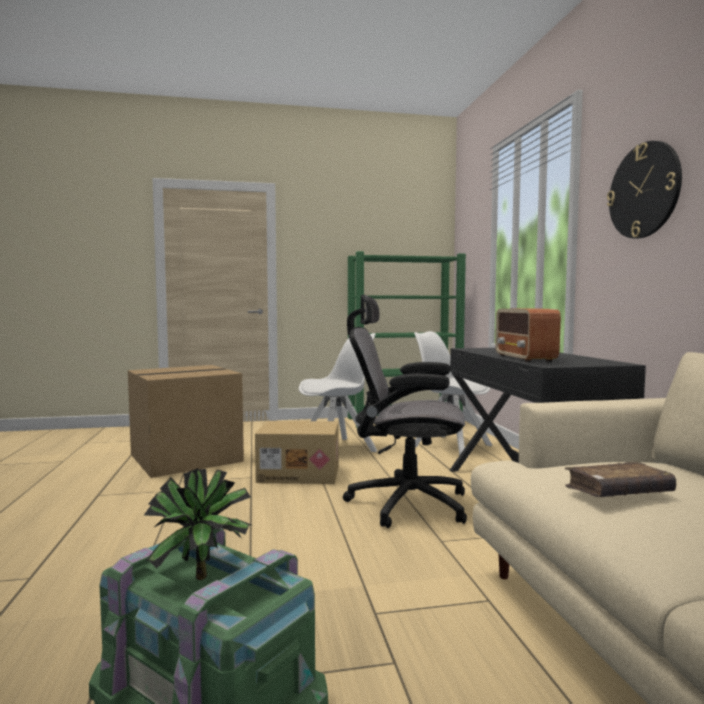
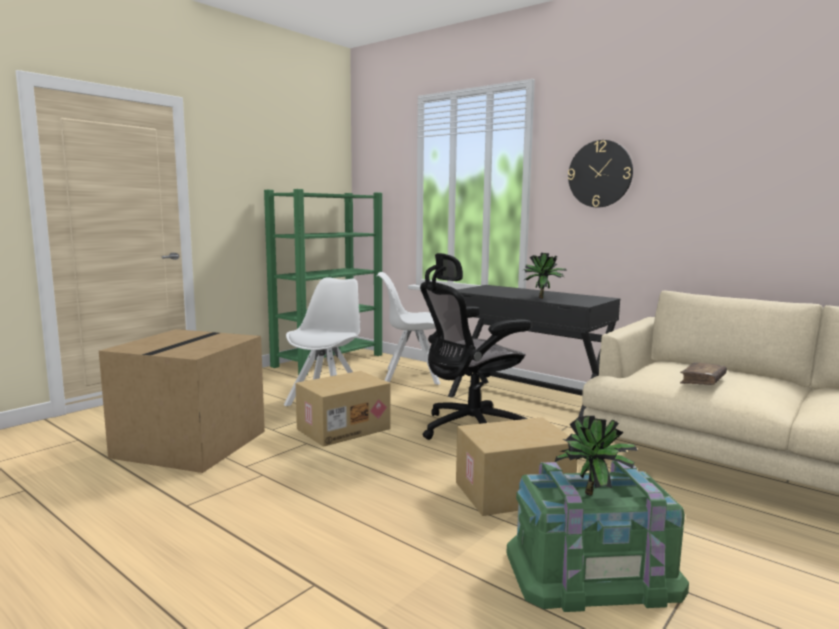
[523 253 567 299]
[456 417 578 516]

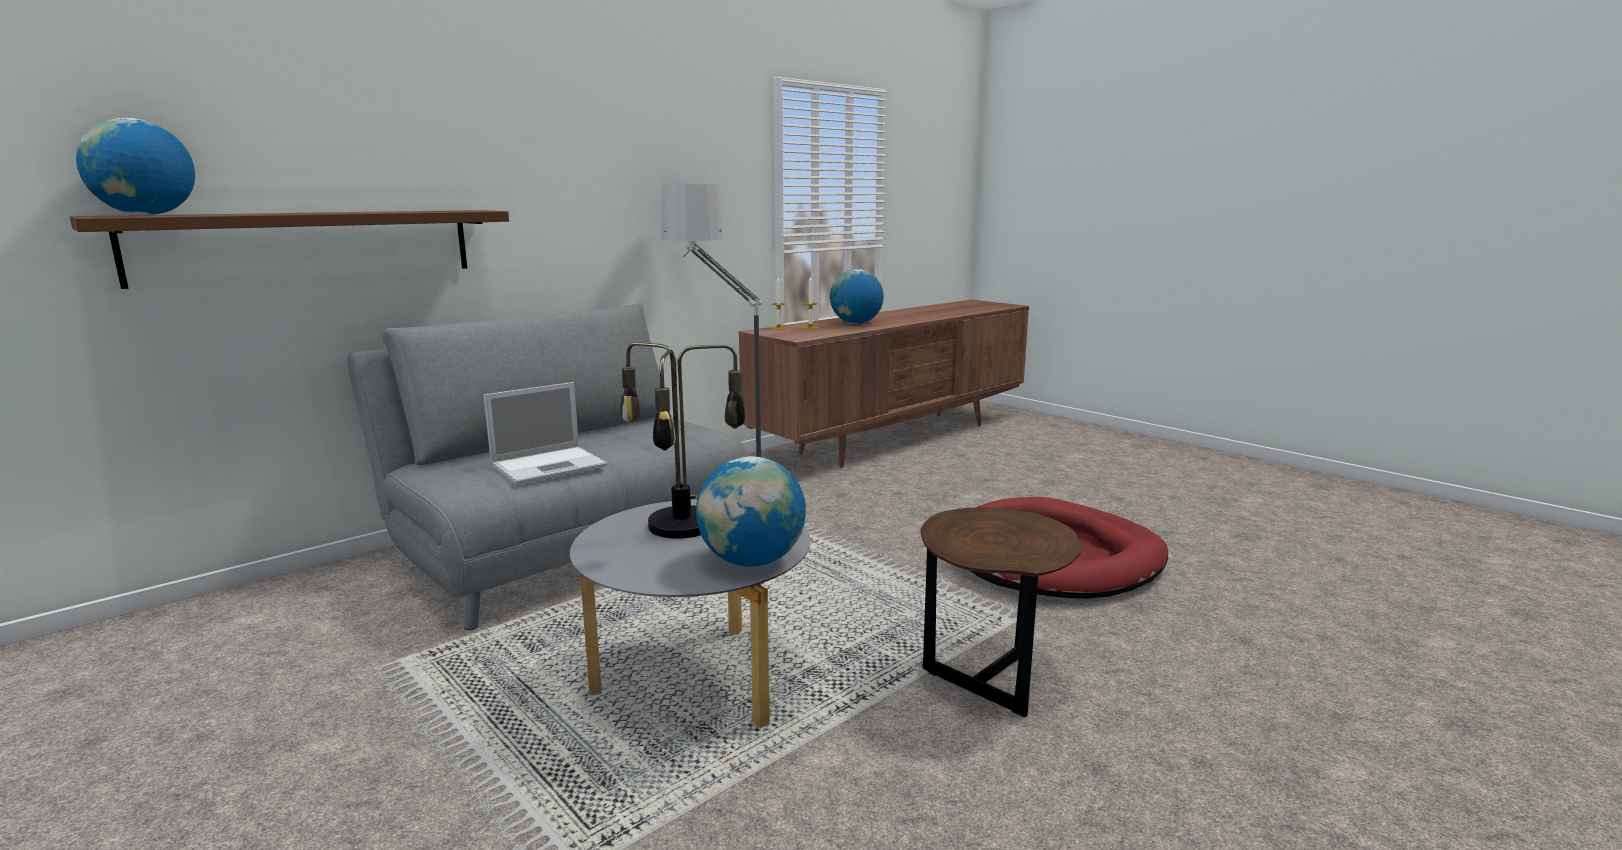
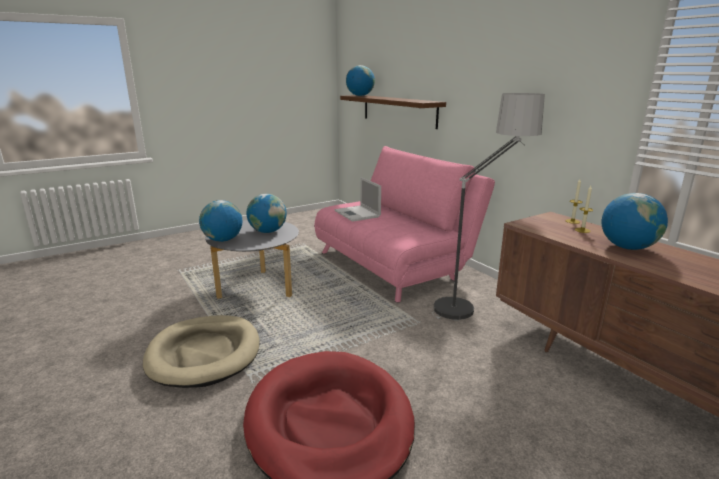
[314 146 495 303]
[247 194 287 233]
[143 315 260 388]

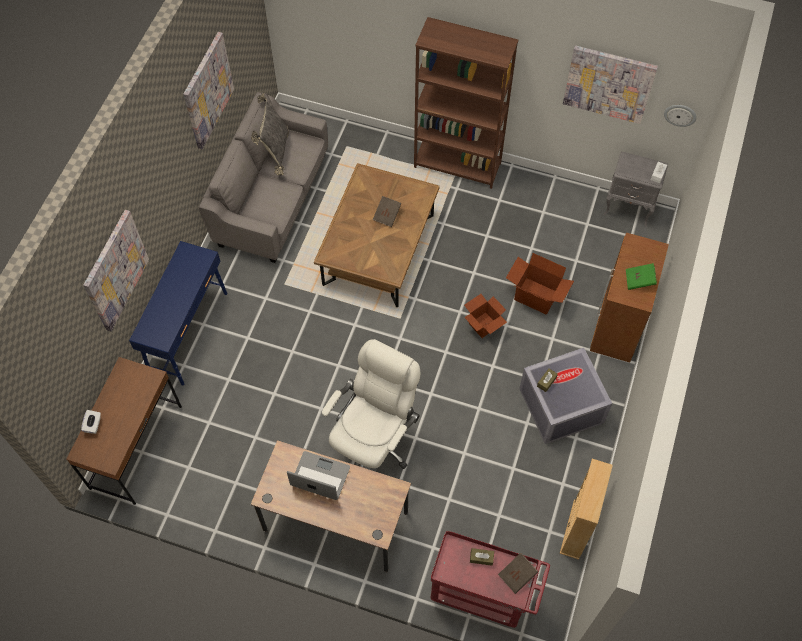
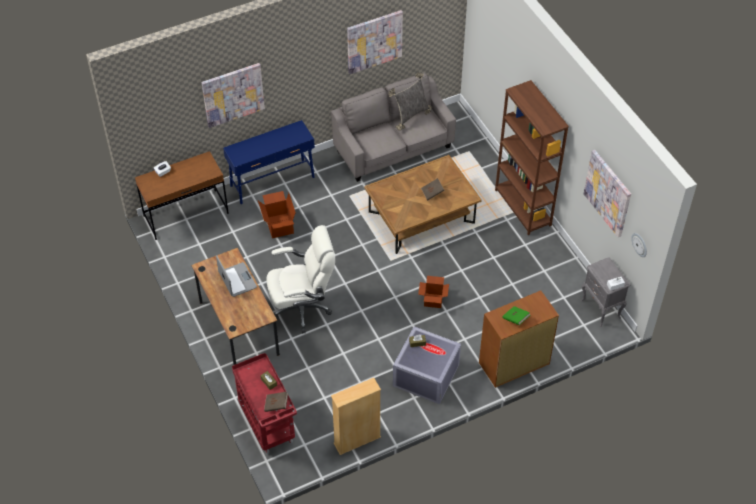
[258 191 296 238]

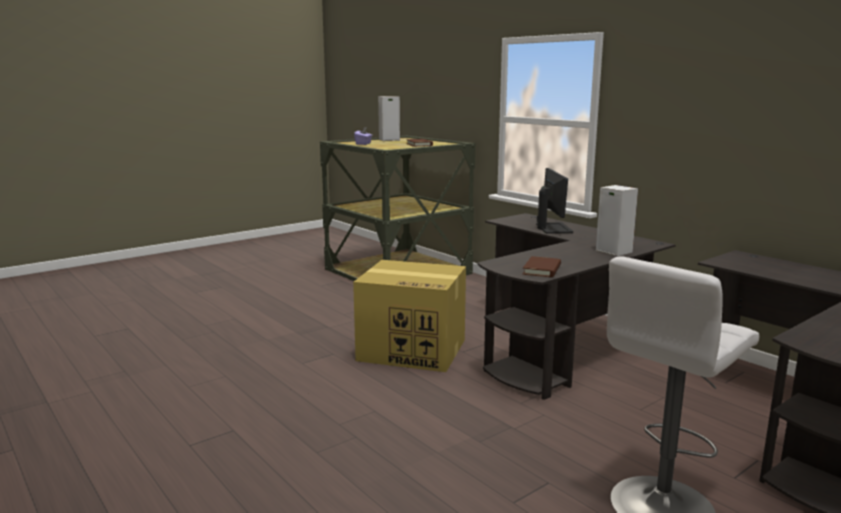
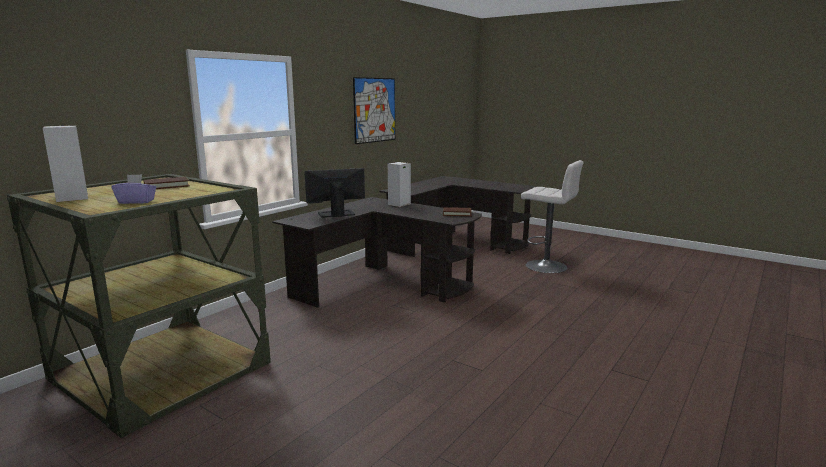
[353 260 466 372] (first image)
[353 77 395 144]

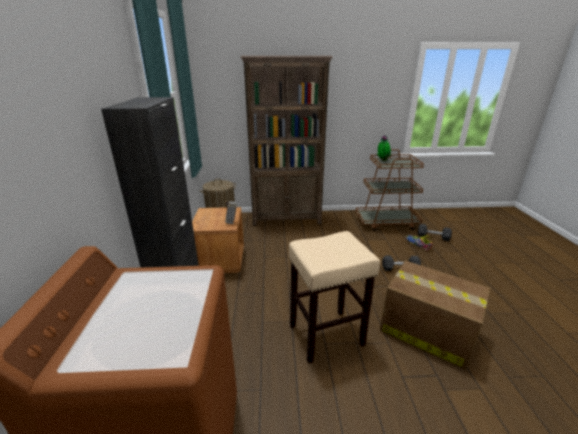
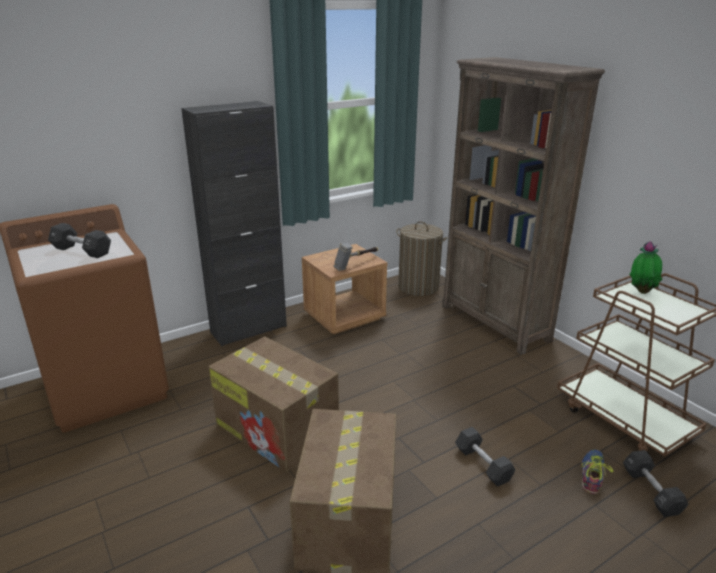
[209 337 339 473]
[48 223 111 258]

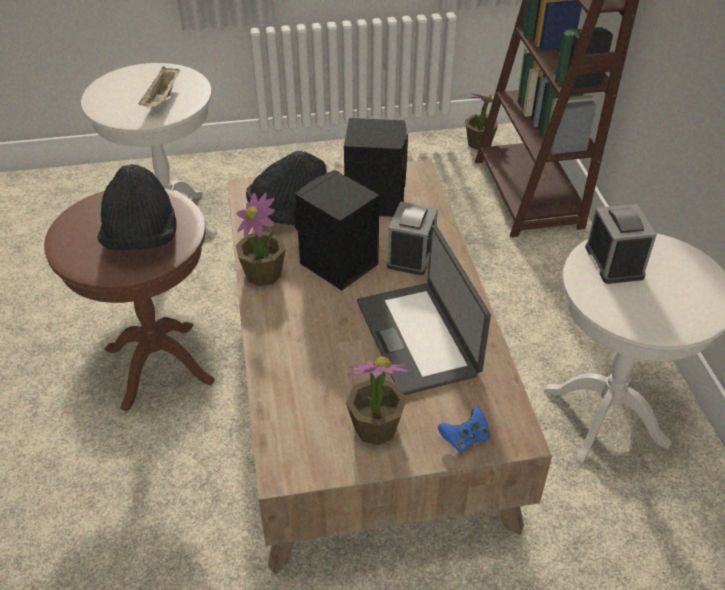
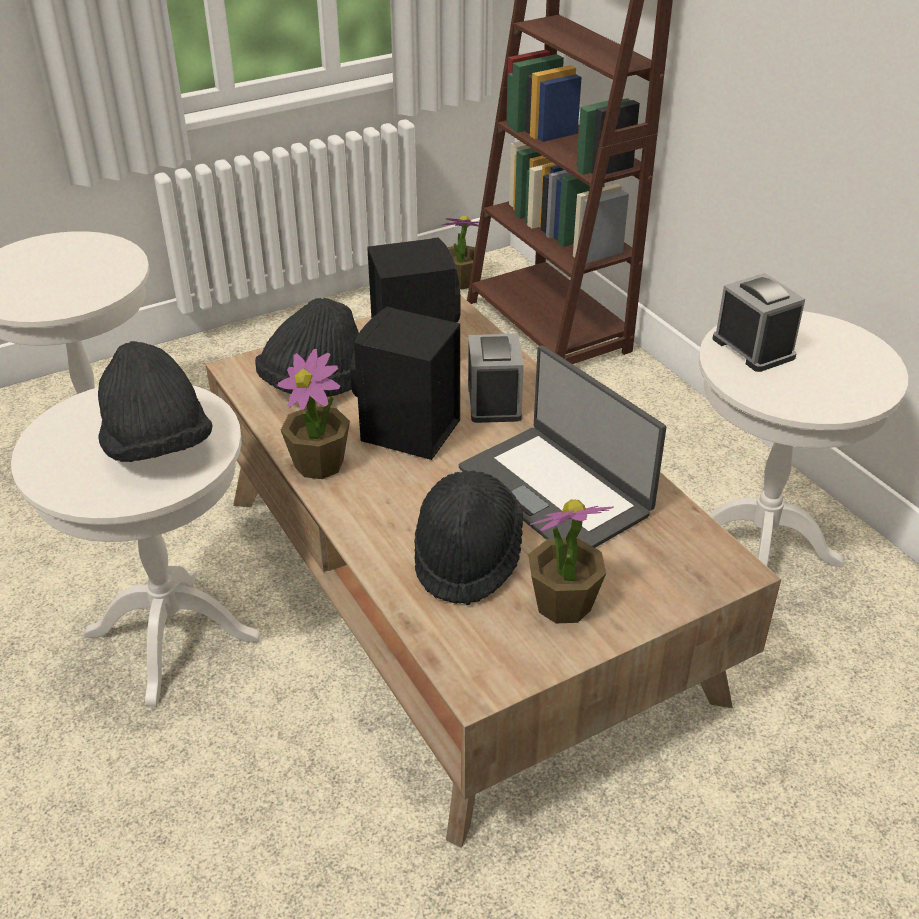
[11 385 261 706]
[138 66 180 107] (first image)
[438 407 490 453] (first image)
[414 470 523 605]

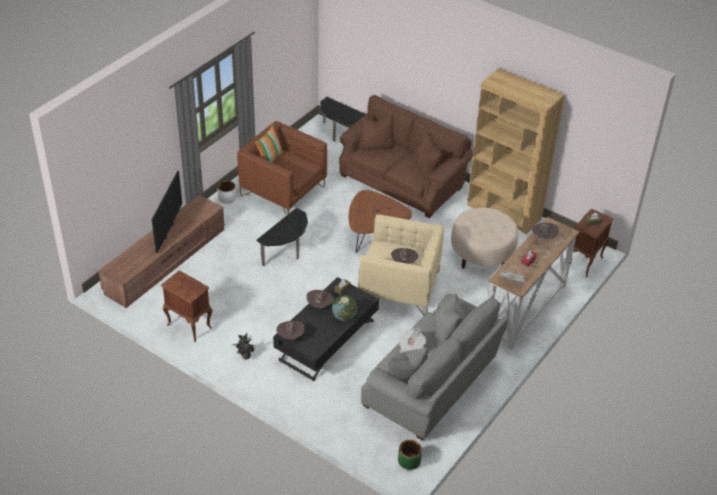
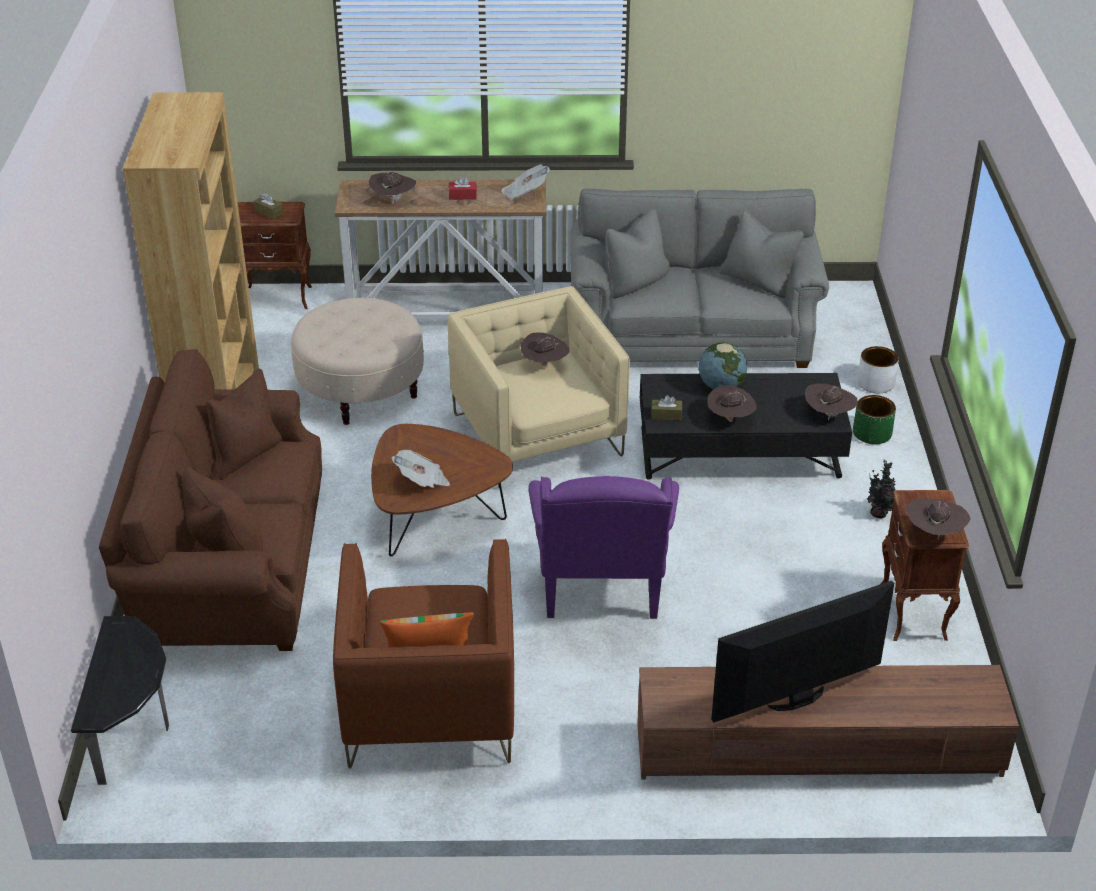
[857 346 899 393]
[528 476 679 619]
[853 395 896 444]
[392 450 450 488]
[905 499 971 539]

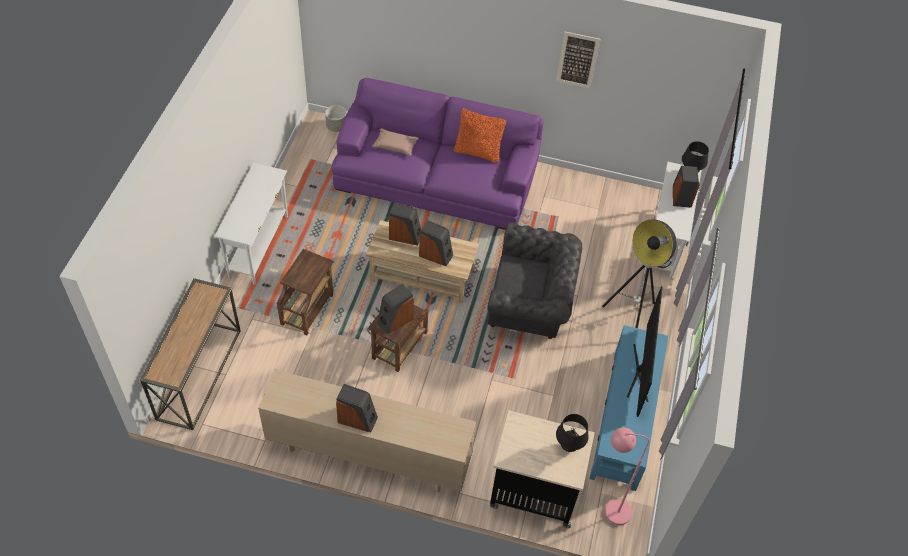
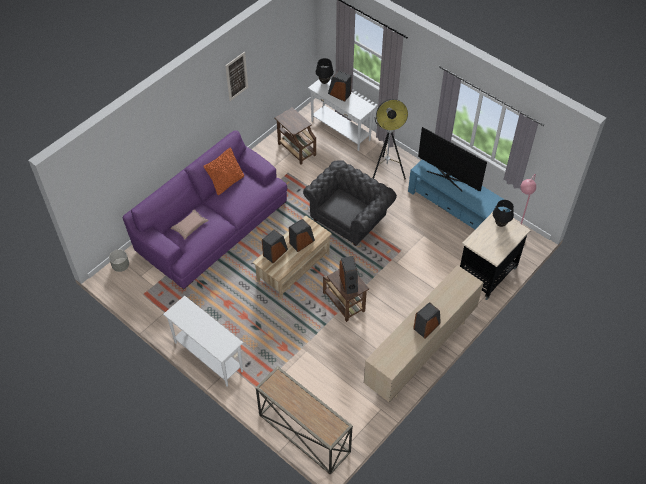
[274 107 316 165]

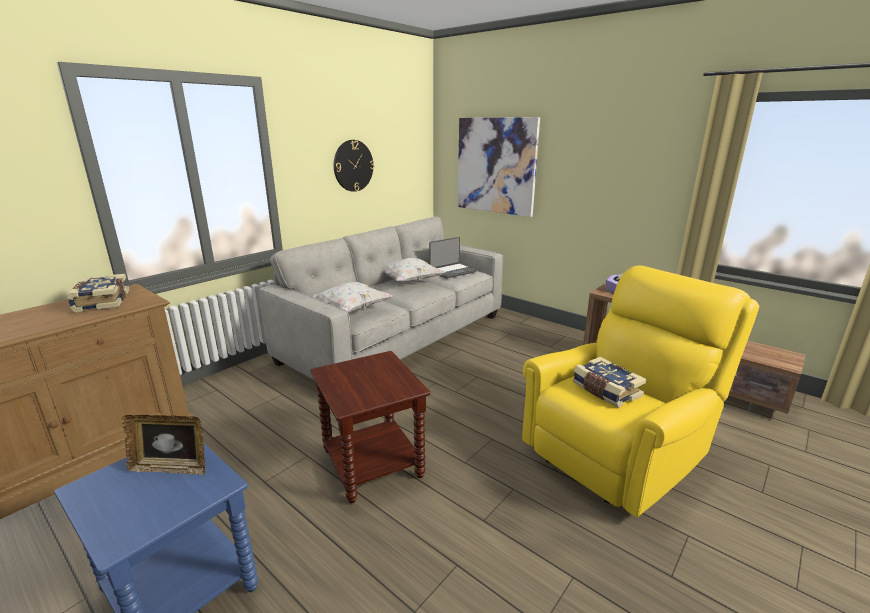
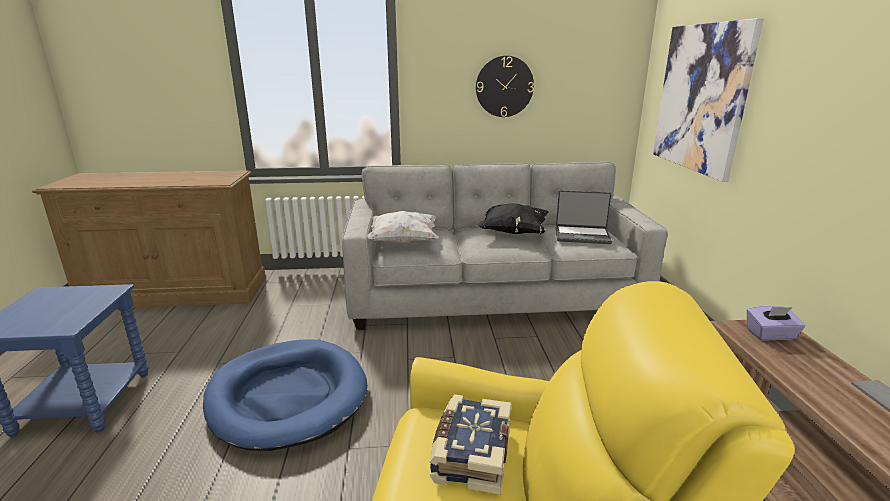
[67 274 129 312] (first image)
[122 415 206 475] (first image)
[203 340 367 451]
[477 203 549 234]

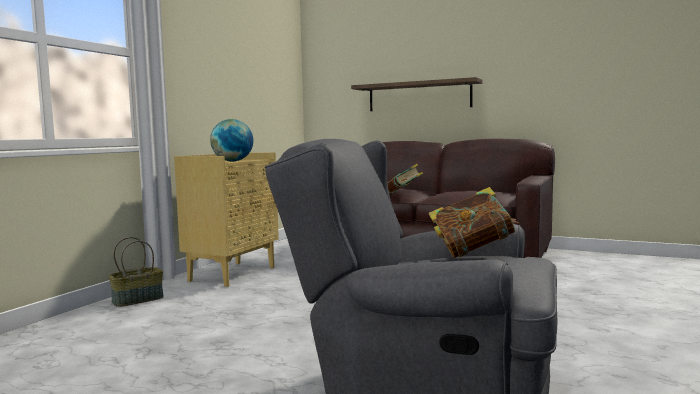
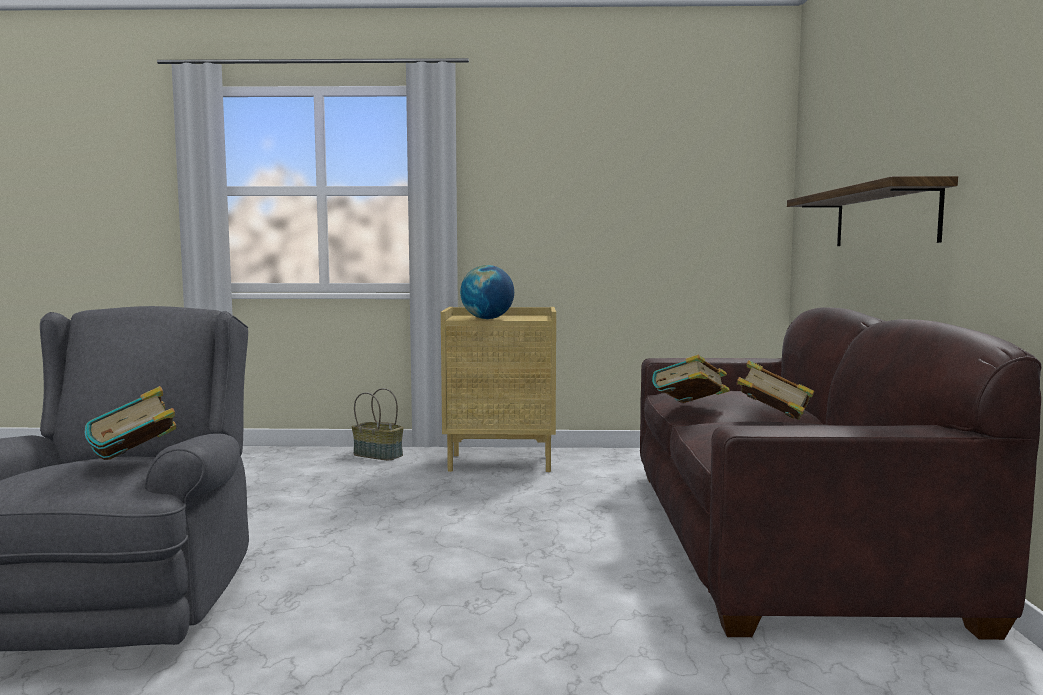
[737 360 814 420]

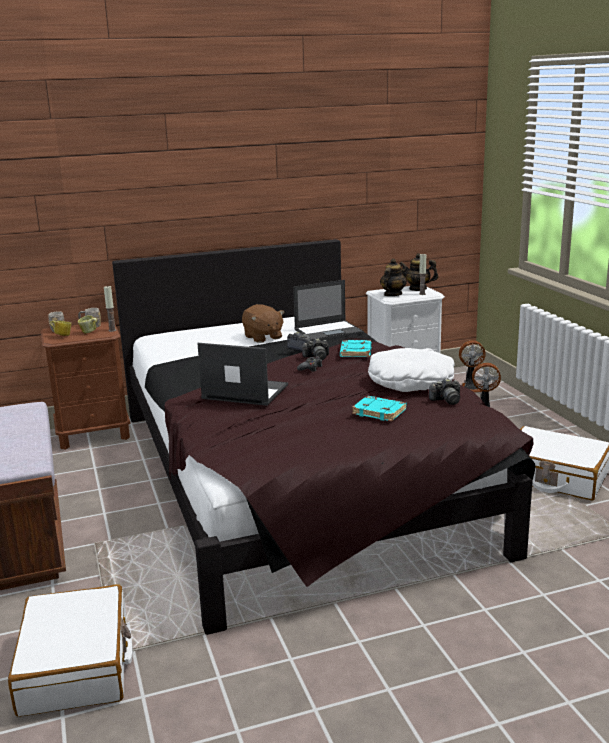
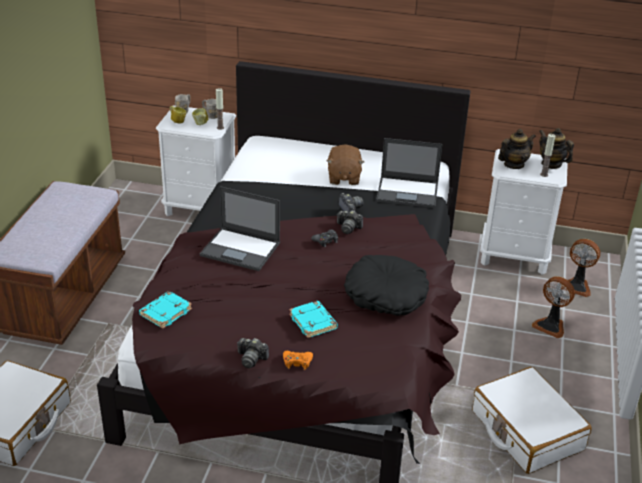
[156 105 236 216]
[200 186 280 271]
[139 291 192 329]
[344 255 429 316]
[237 338 269 368]
[283 351 313 370]

